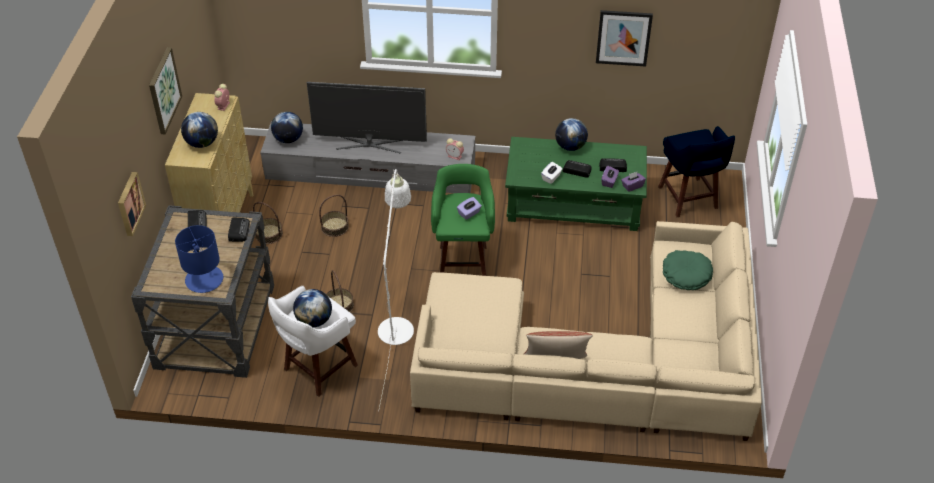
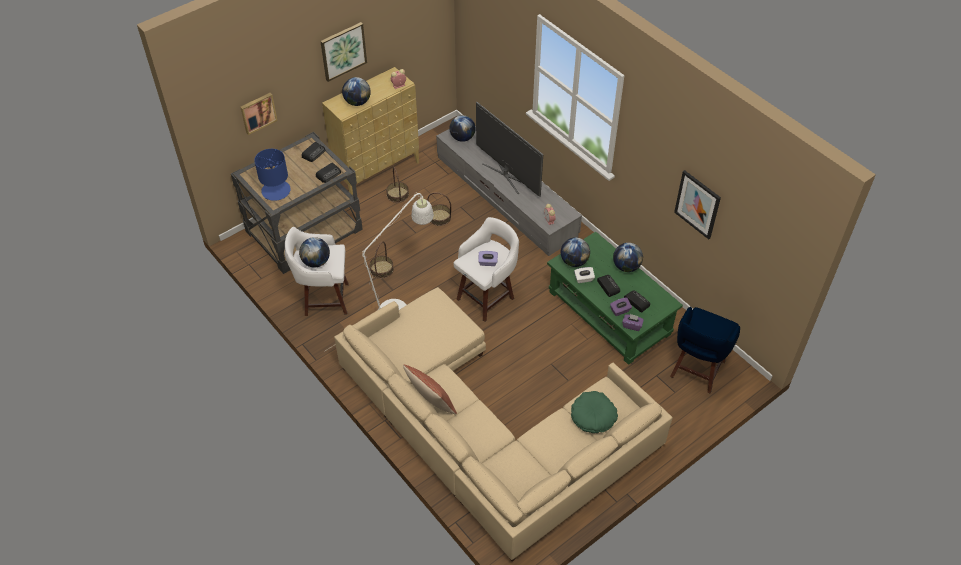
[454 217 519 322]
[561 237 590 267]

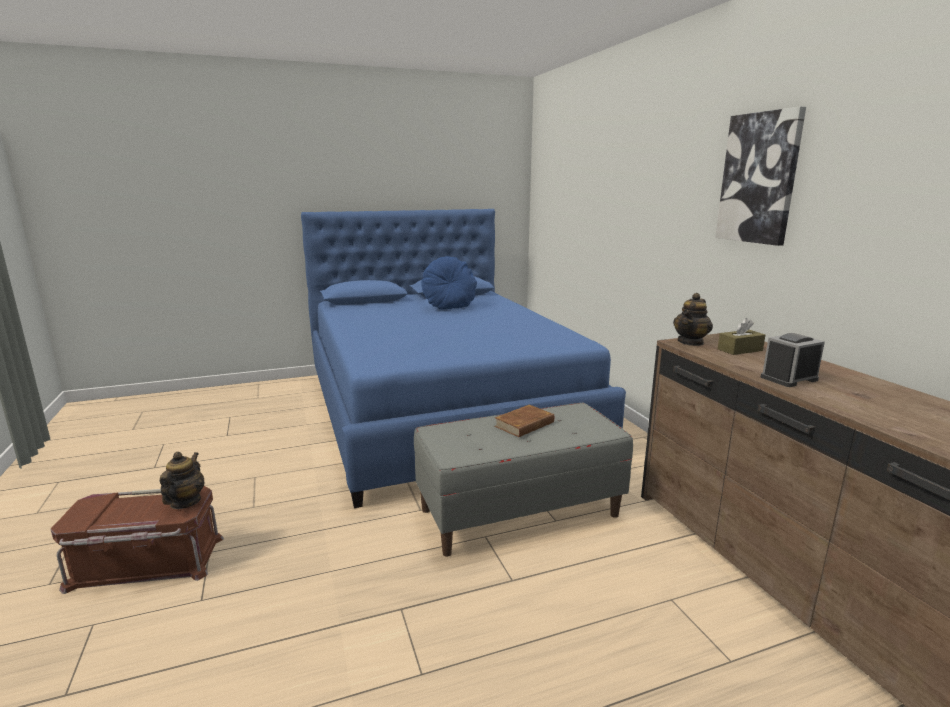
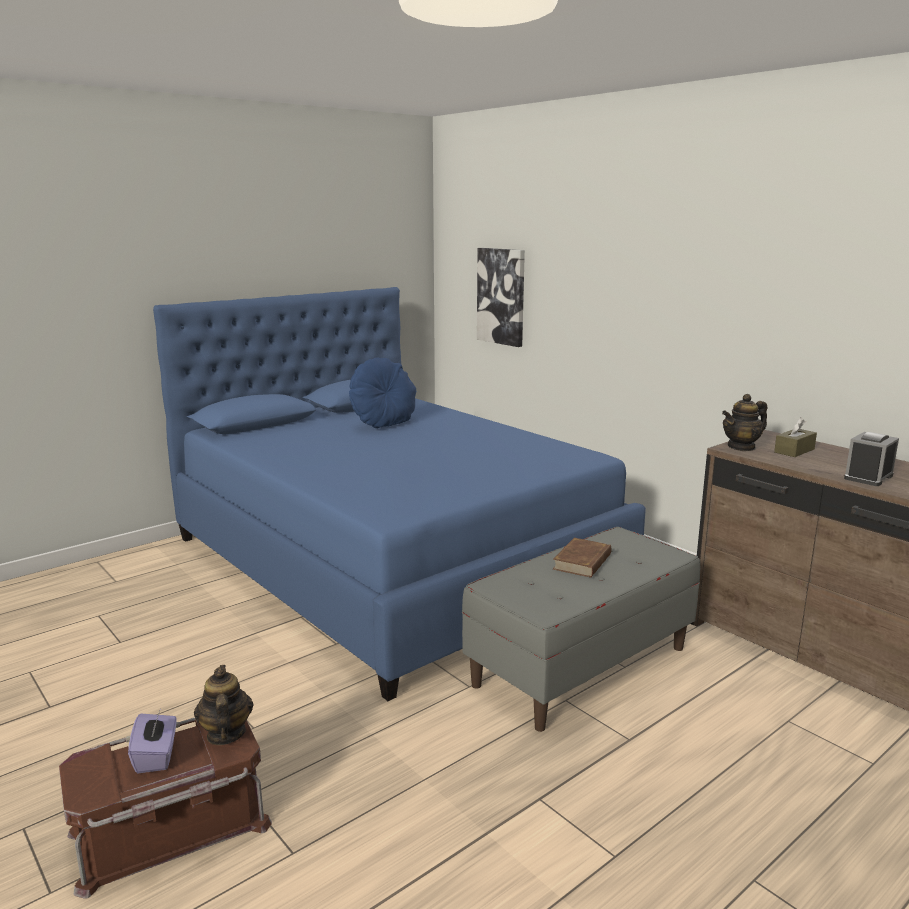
[722 394 767 451]
[477 248 525 347]
[128 711 177 773]

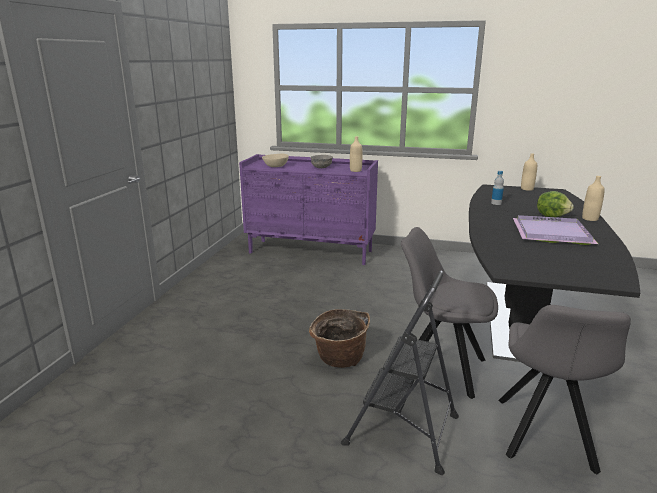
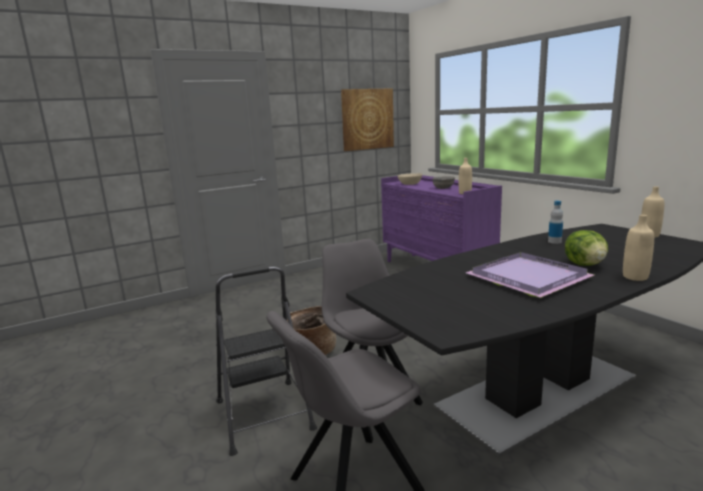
[341 88 394 151]

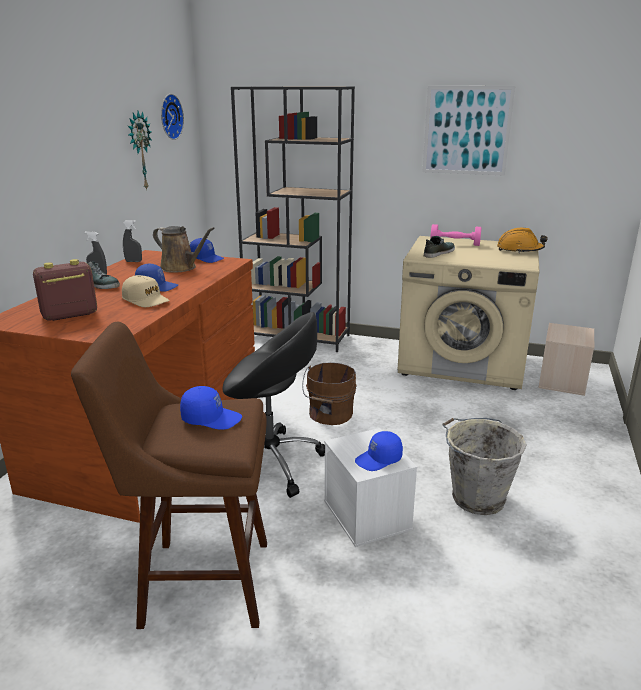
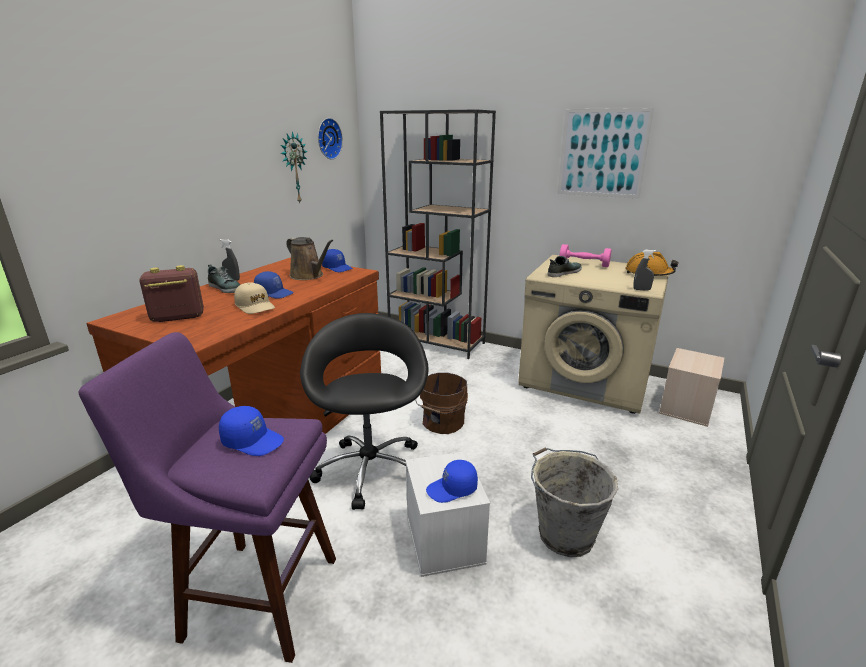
[78 332 336 663]
[633 250 656 291]
[300 313 428 510]

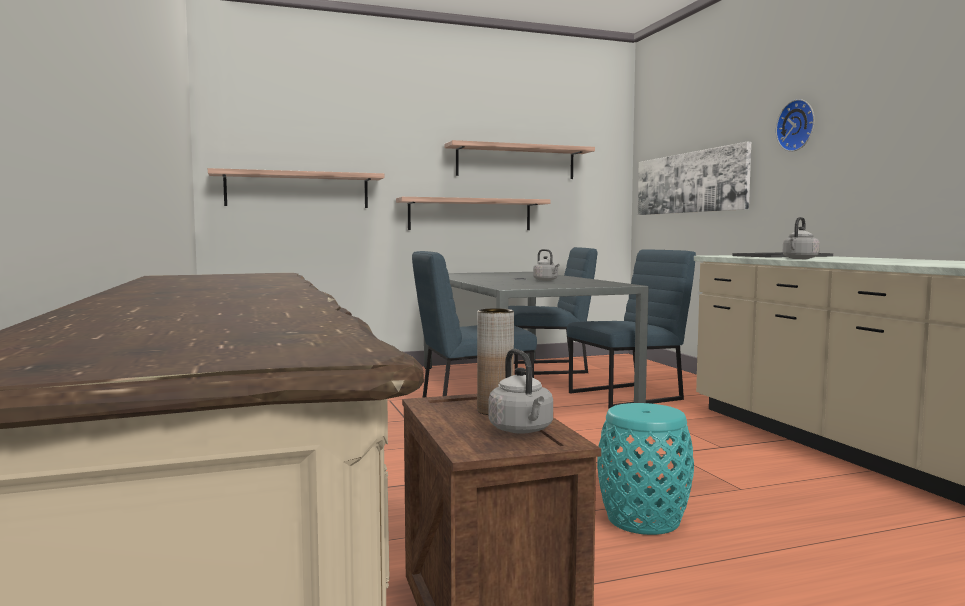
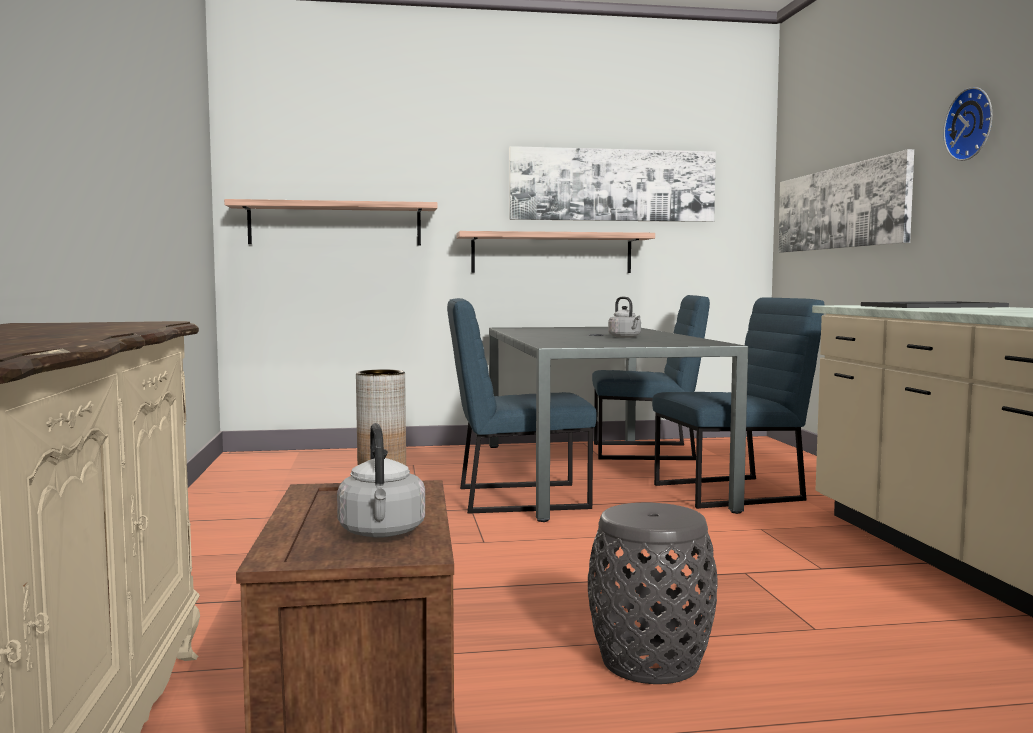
[509 146 716 222]
[588 503 718 684]
[783 217 820 259] (first image)

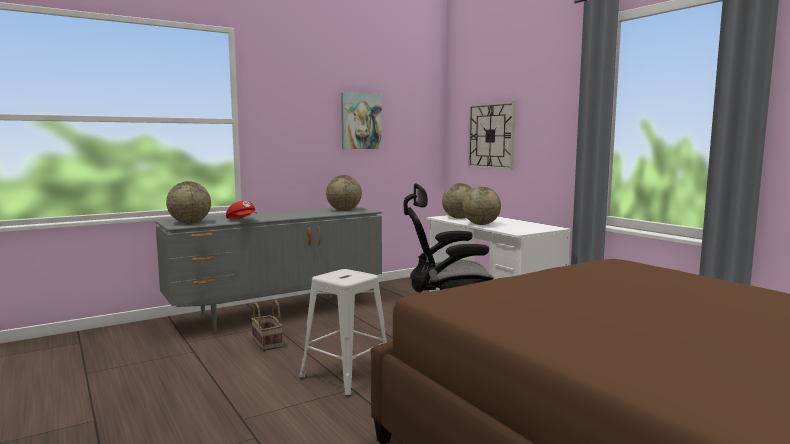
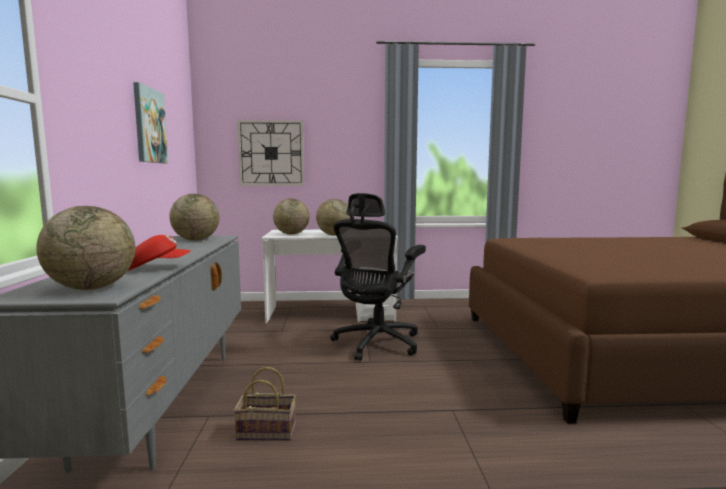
[299 269 387 396] (first image)

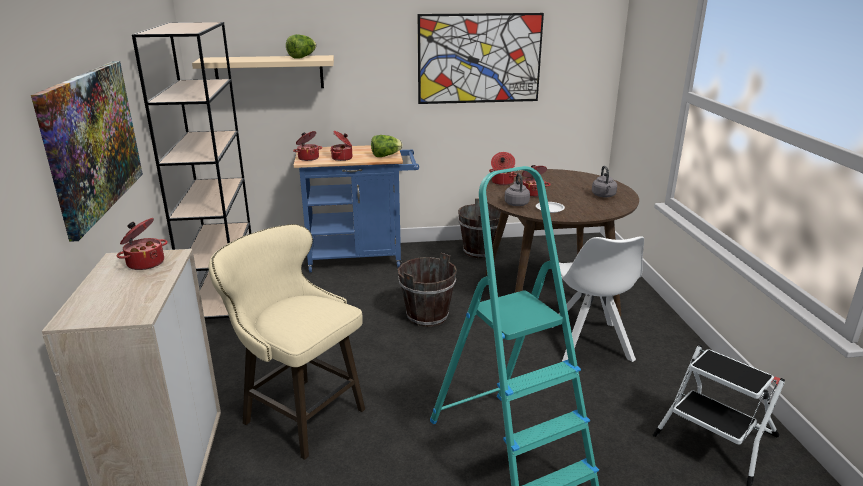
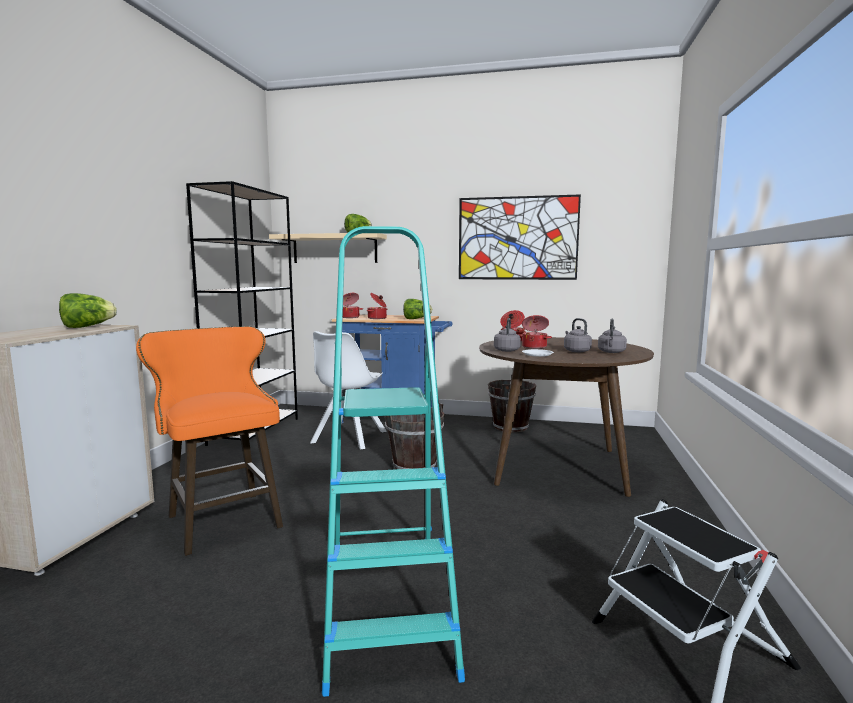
[31 61 143 242] (first image)
[59 293 117 328]
[136 326 283 556]
[310 331 387 449]
[564 318 592 352]

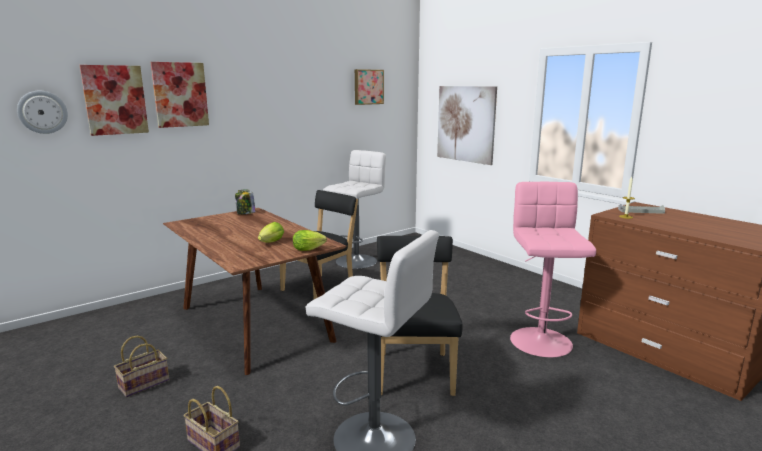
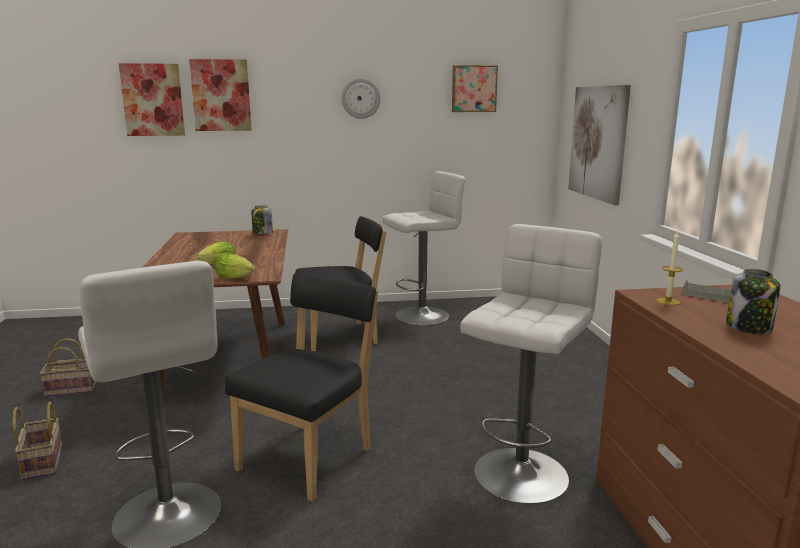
[341 78 380 119]
[460 224 602 504]
[726 269 780 334]

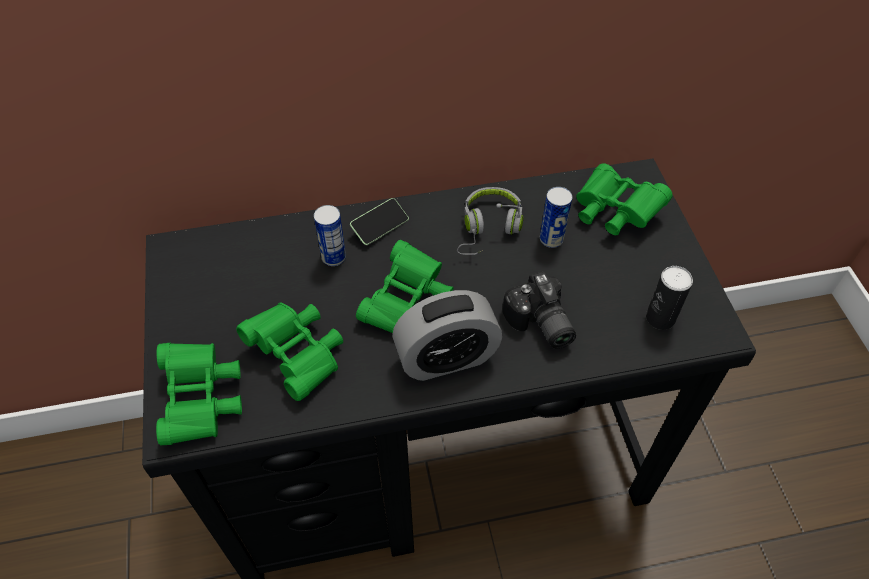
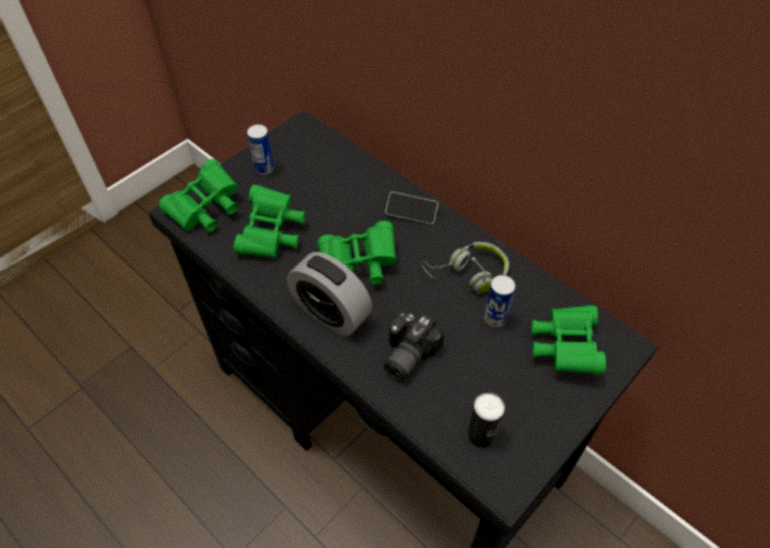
[247 124 274 175]

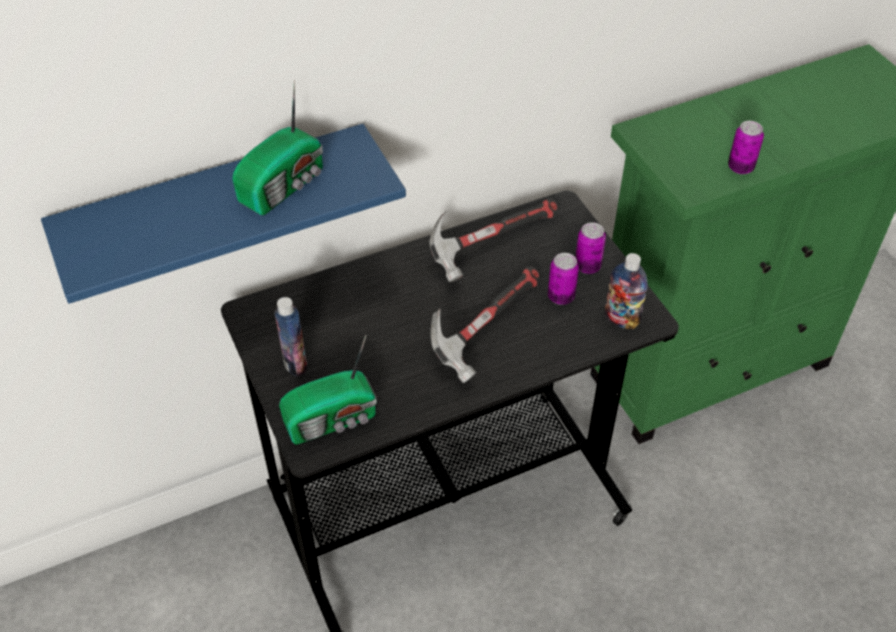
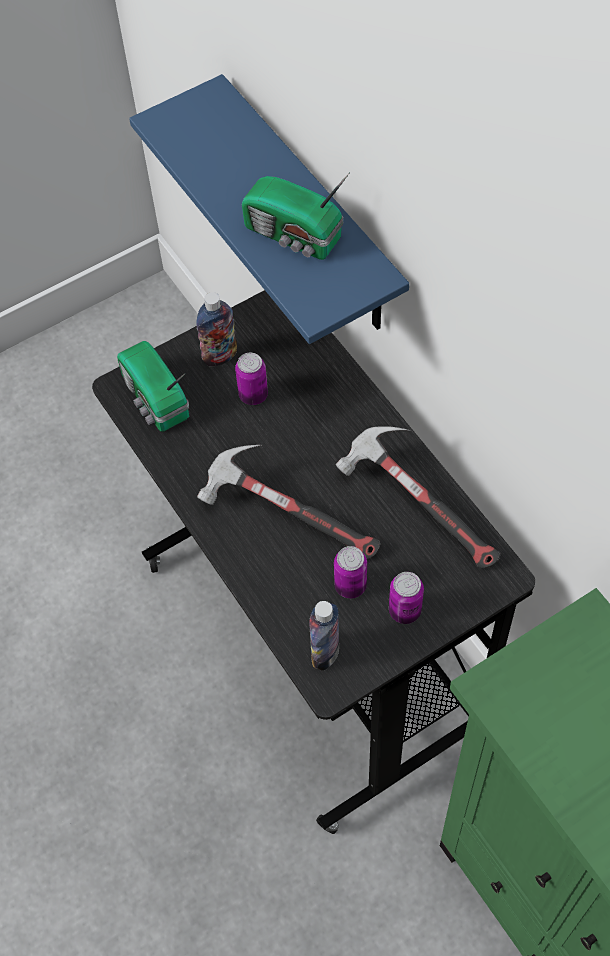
[235 353 268 405]

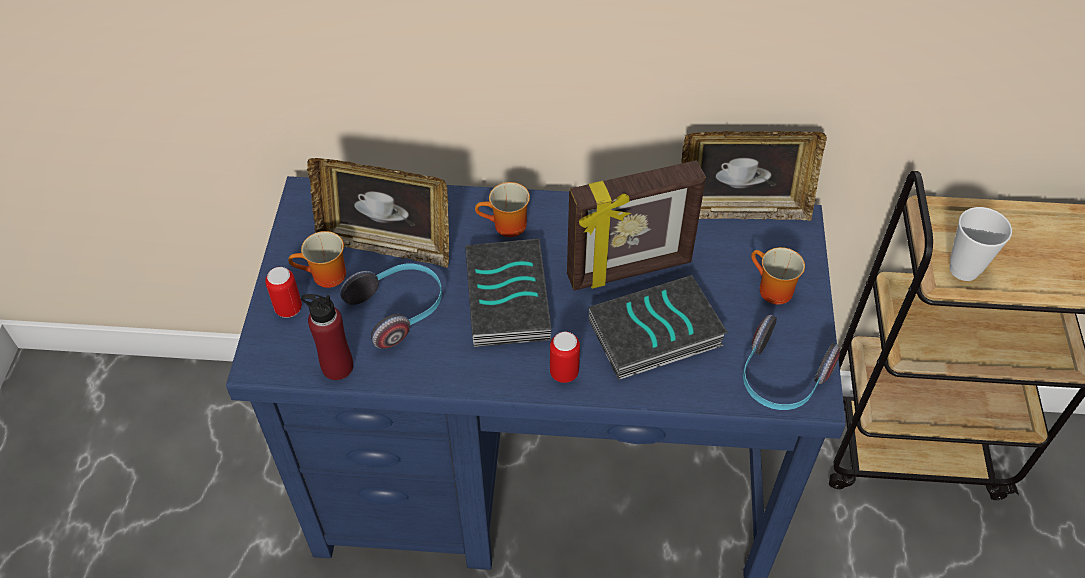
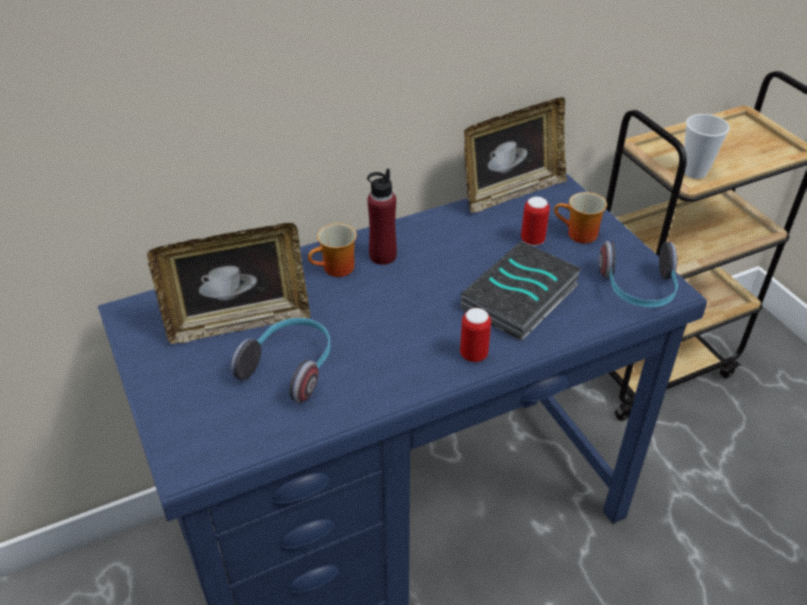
[521 197 550 246]
[288 231 346 288] (first image)
[367 169 397 265]
[465 238 552 347] (first image)
[567 160 706 291] (first image)

